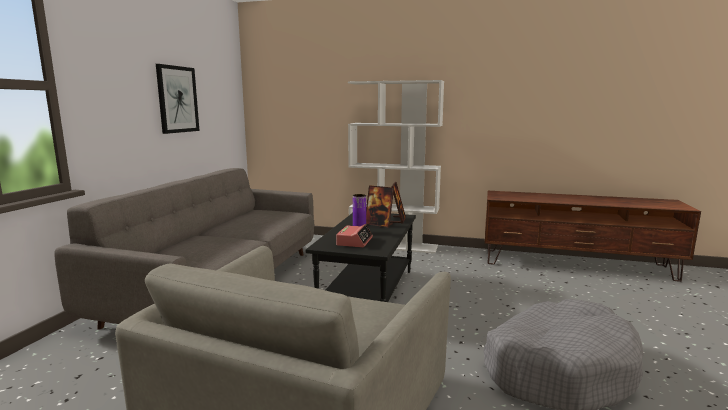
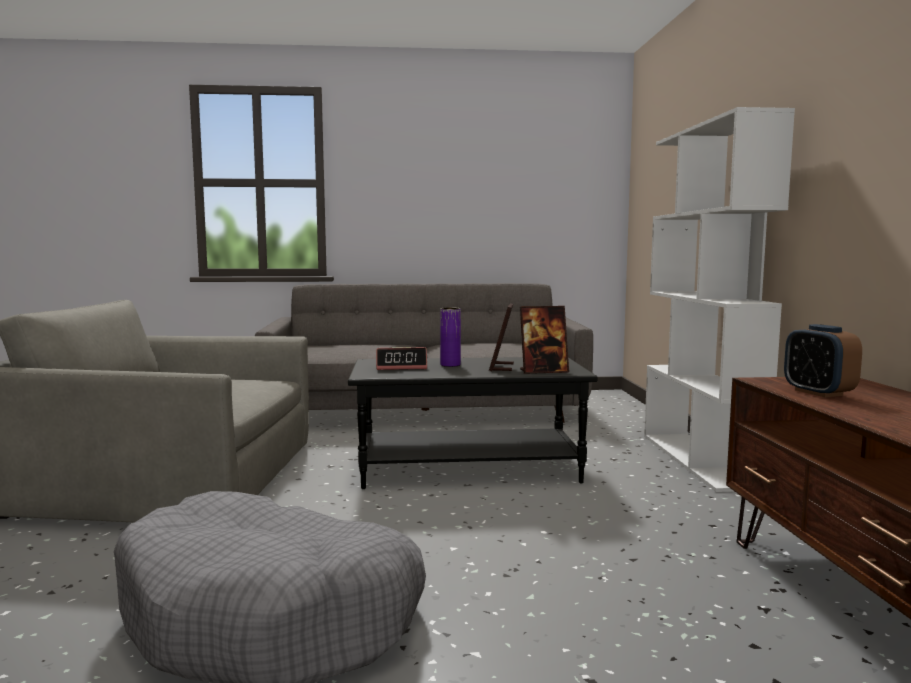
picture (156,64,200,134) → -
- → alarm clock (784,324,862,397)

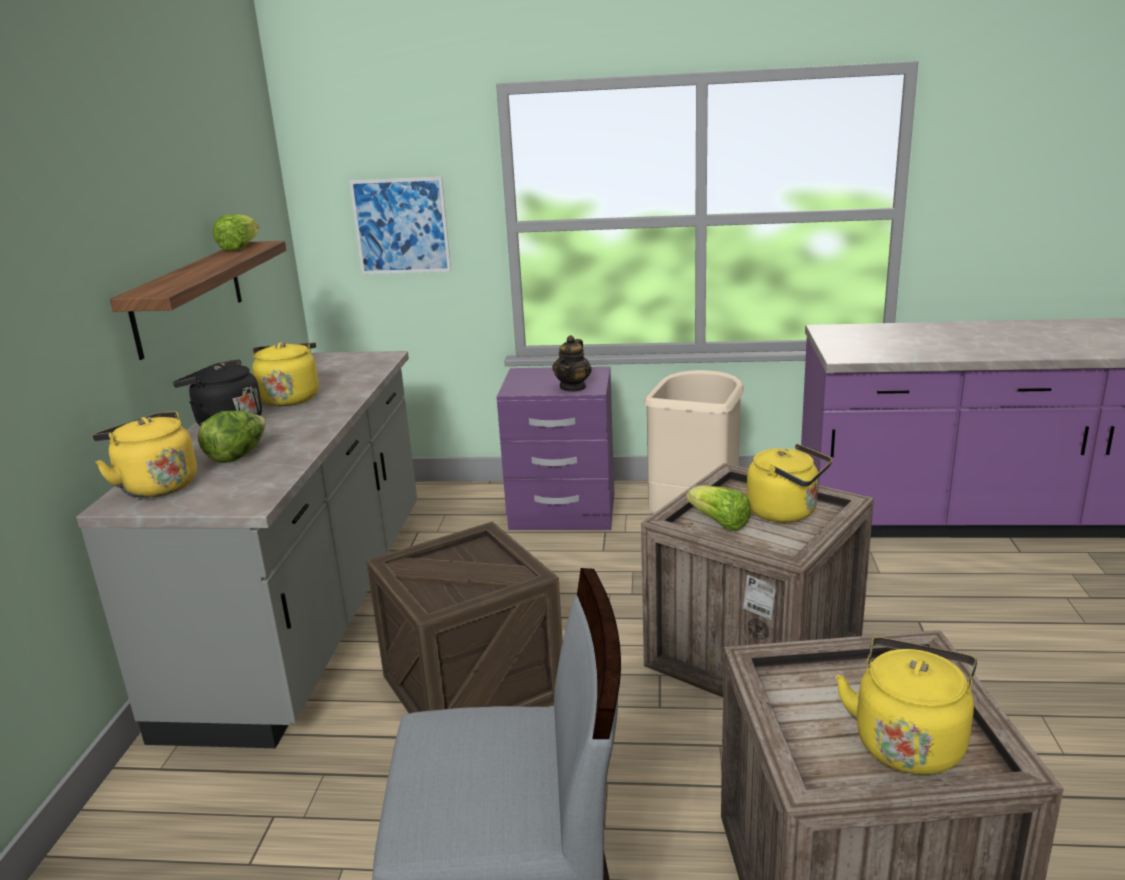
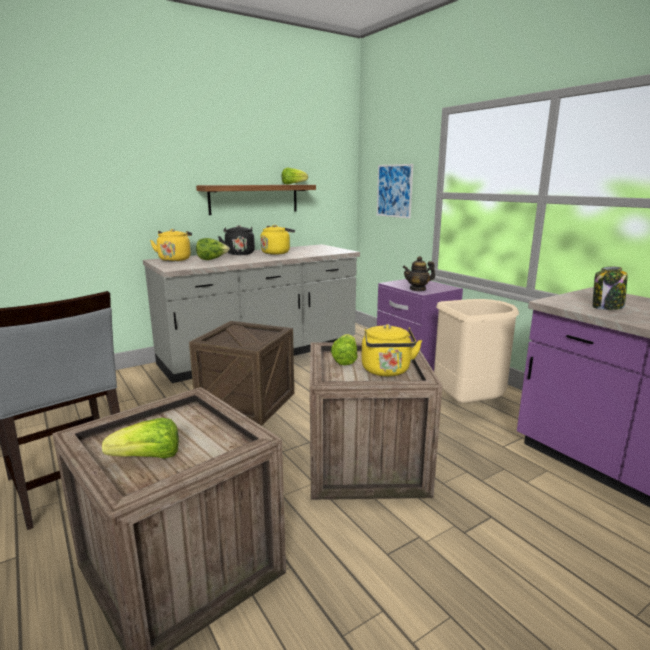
- → jar (592,267,627,310)
kettle/yellow (836,637,977,775) → lettuce (102,418,179,458)

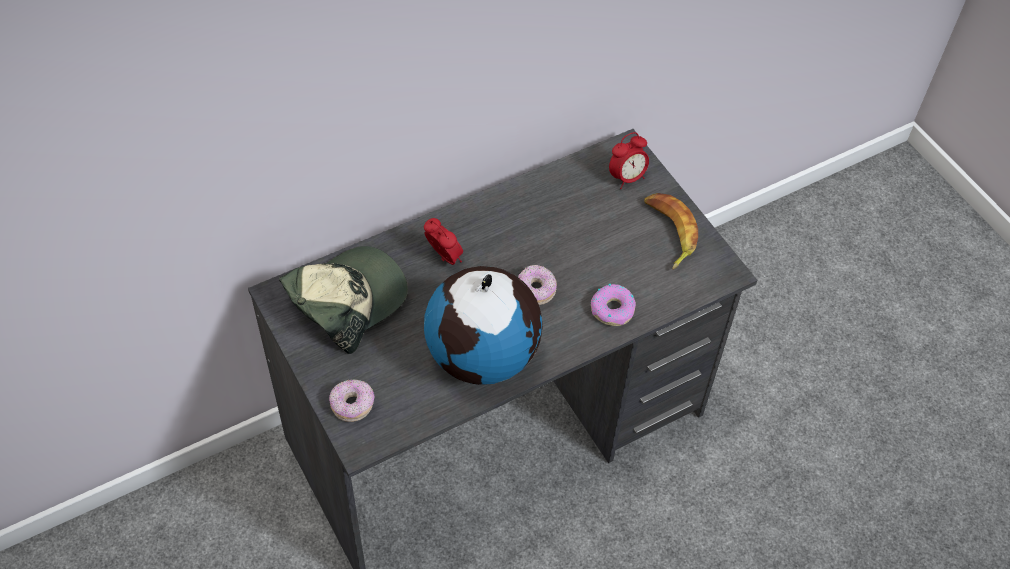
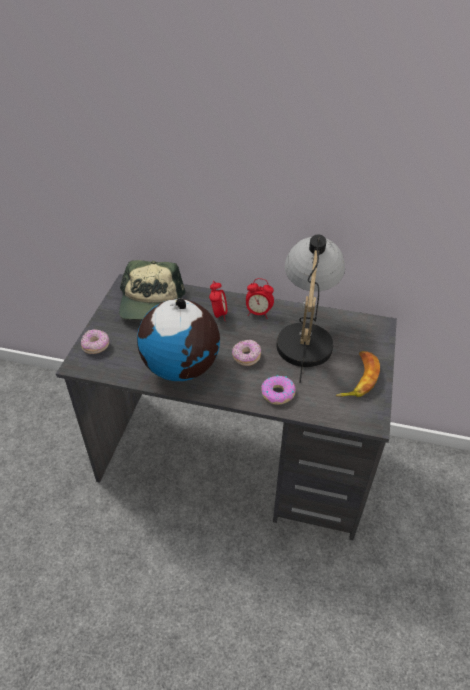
- → table lamp (276,234,345,383)
alarm clock (609,132,649,189) → alarm clock (246,278,274,319), relocated
cap (279,246,408,354) → cap (119,260,186,320), 90 degrees clockwise

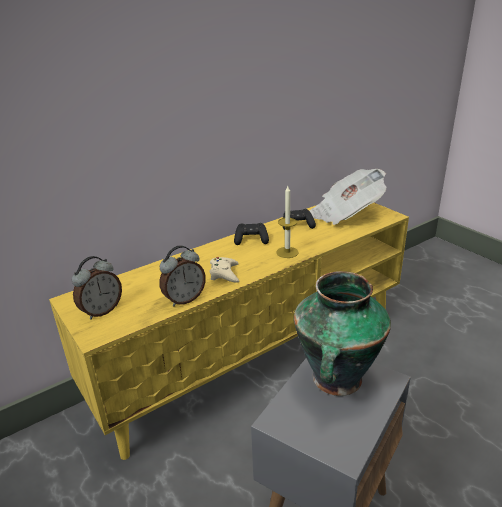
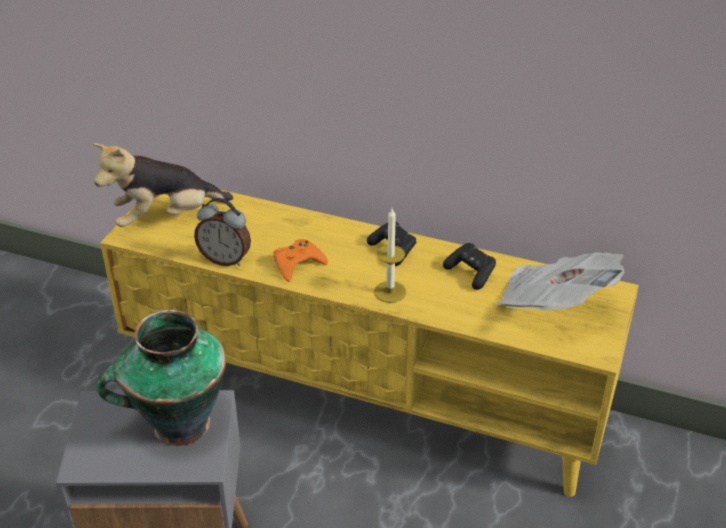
alarm clock (72,256,122,320) → plush toy (93,143,233,227)
game controller/beige (210,257,239,283) → game controller/orange (273,239,328,282)

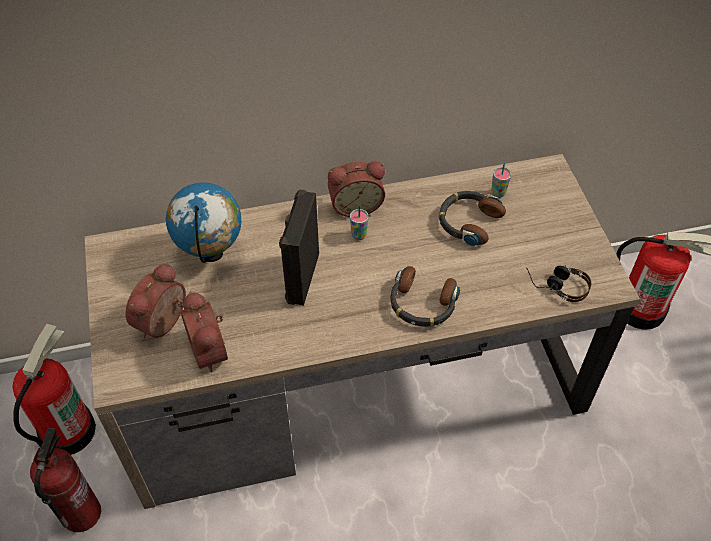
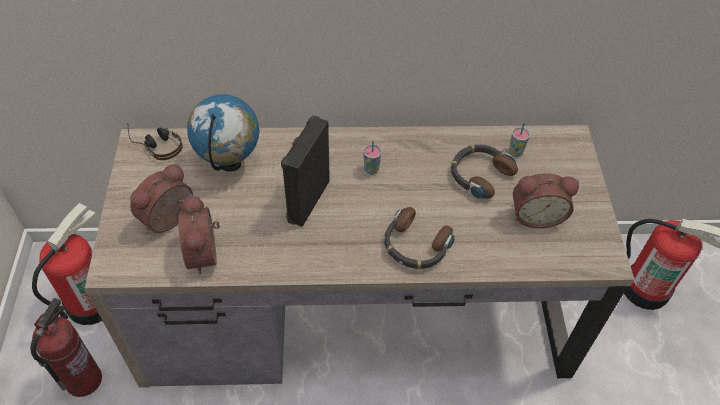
alarm clock (328,161,385,217) → alarm clock (513,173,579,228), relocated
headphones (526,266,591,302) → headphones (128,127,183,160), relocated

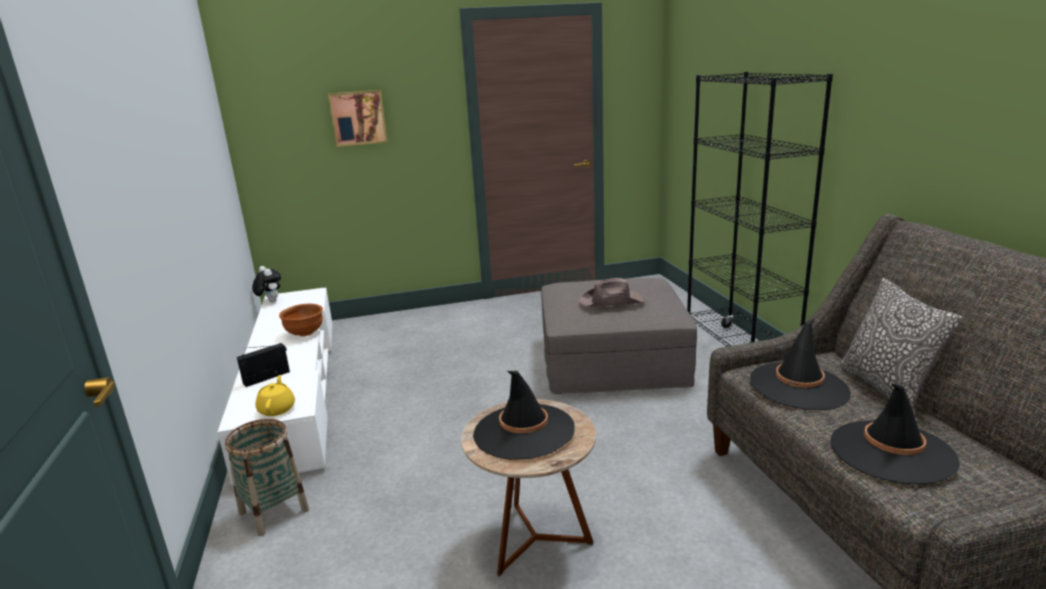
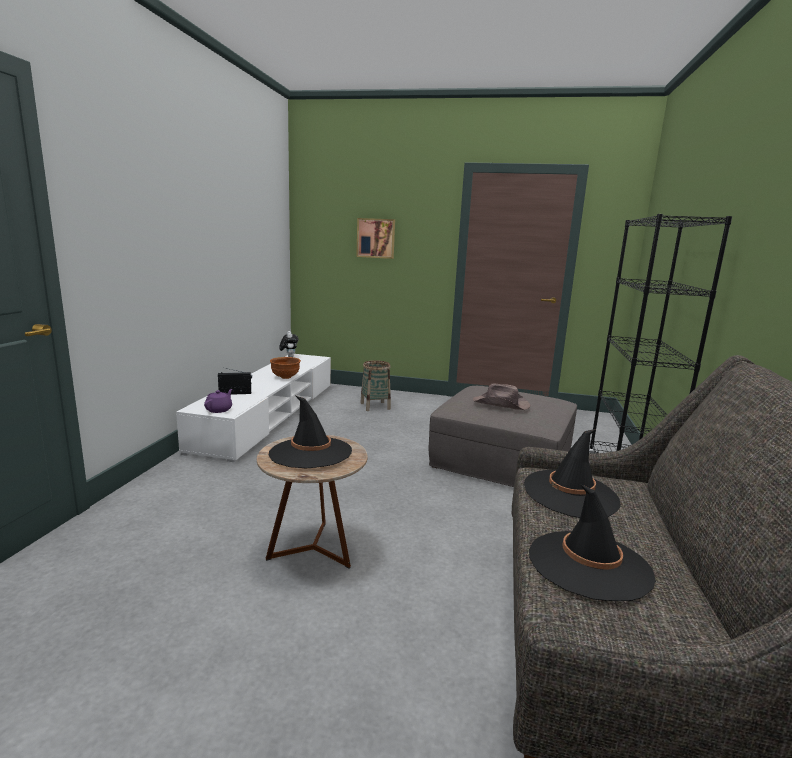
pillow (840,278,962,409) → -
basket (225,419,309,536) → basket (360,360,391,411), relocated
teapot/yellow (255,375,295,416) → teapot/purple (204,389,232,413)

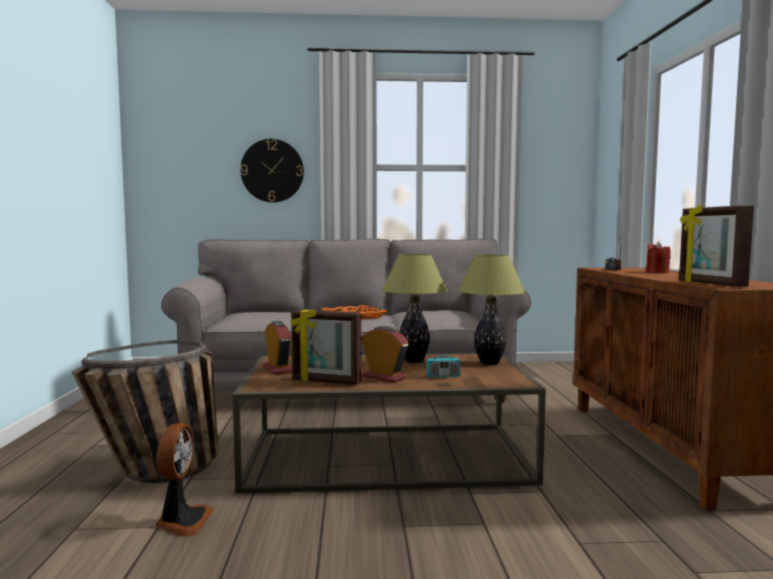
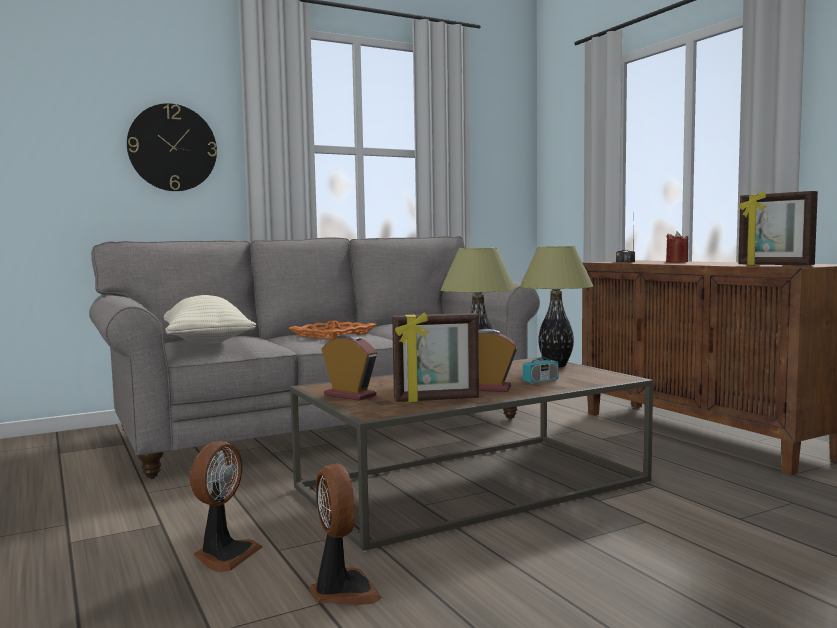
- → pillow/beige (164,295,256,344)
basket (71,340,218,483) → fan (190,441,263,572)

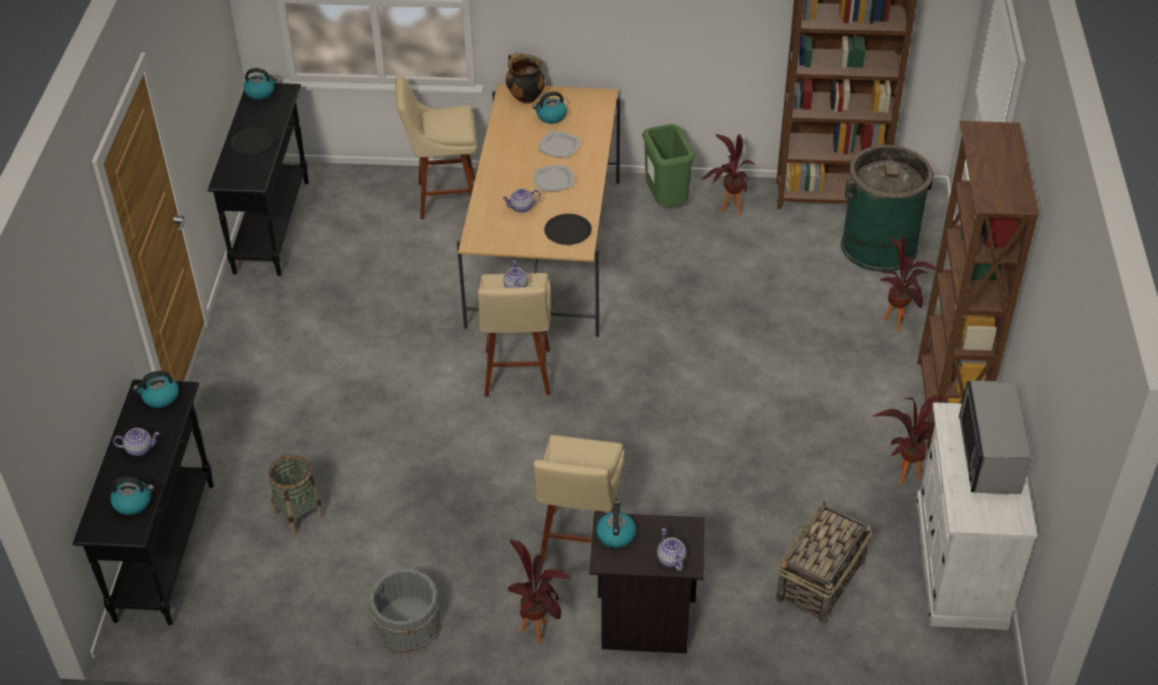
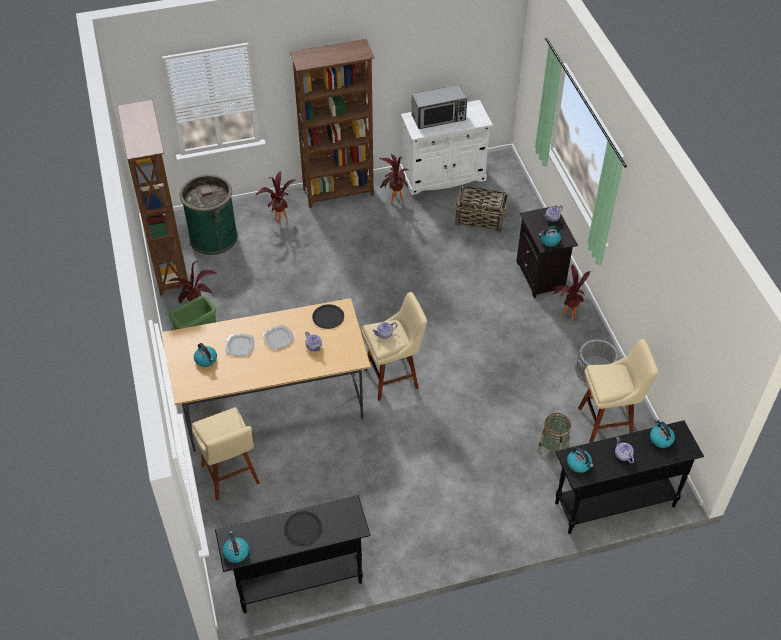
cooking pot (506,53,545,104) → -
stool/beige (534,435,625,564) → stool/beige (578,339,658,443), relocated

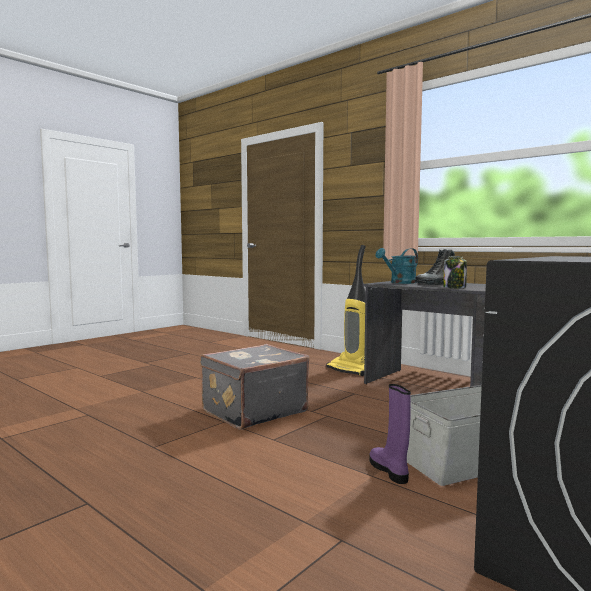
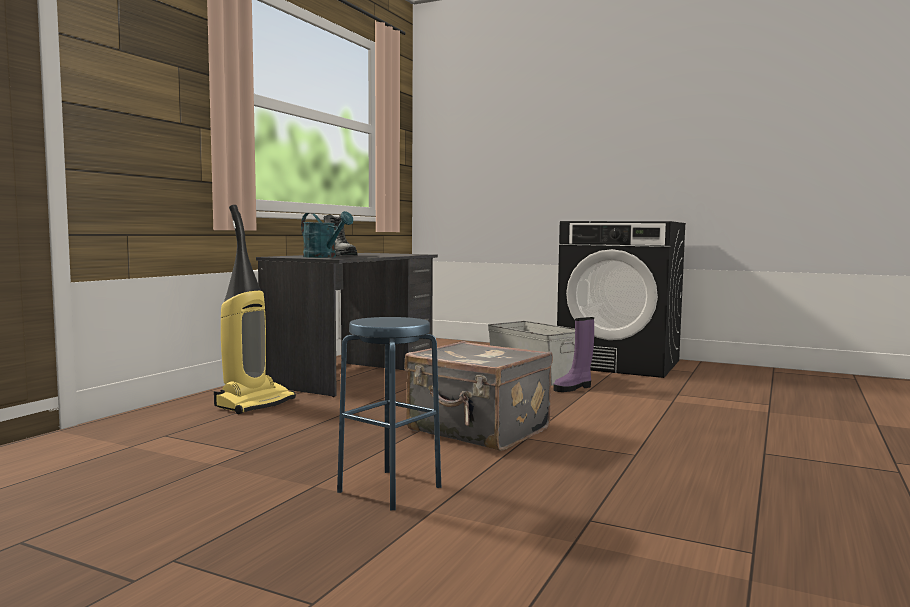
jar (443,256,467,289) → -
- → stool/blue (337,317,441,510)

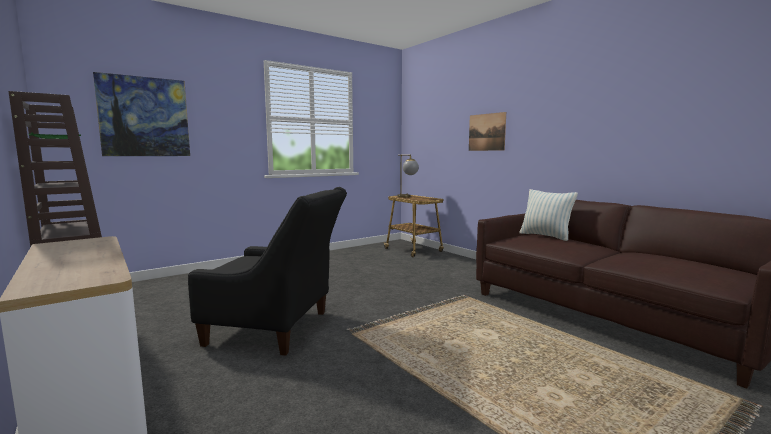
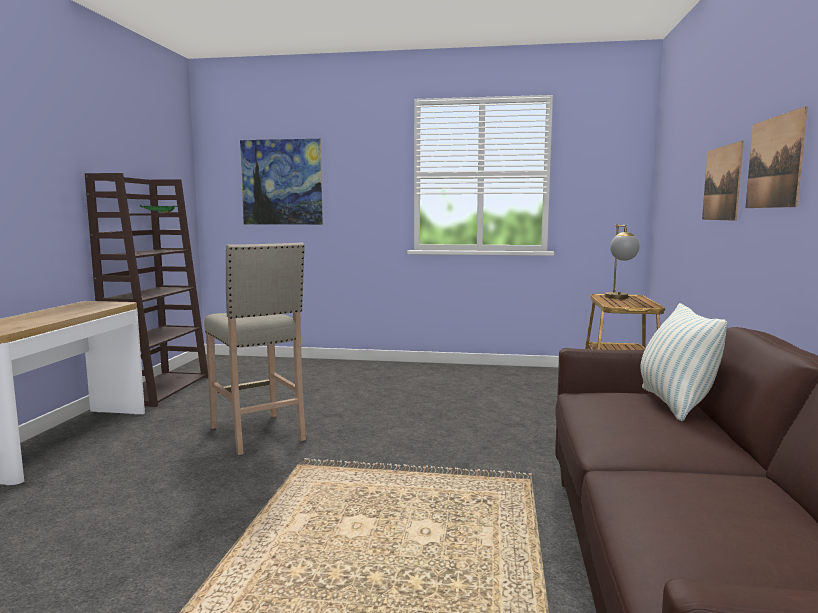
- → picture (745,106,808,208)
armchair/black (188,187,347,356) → stool/beige (204,242,306,455)

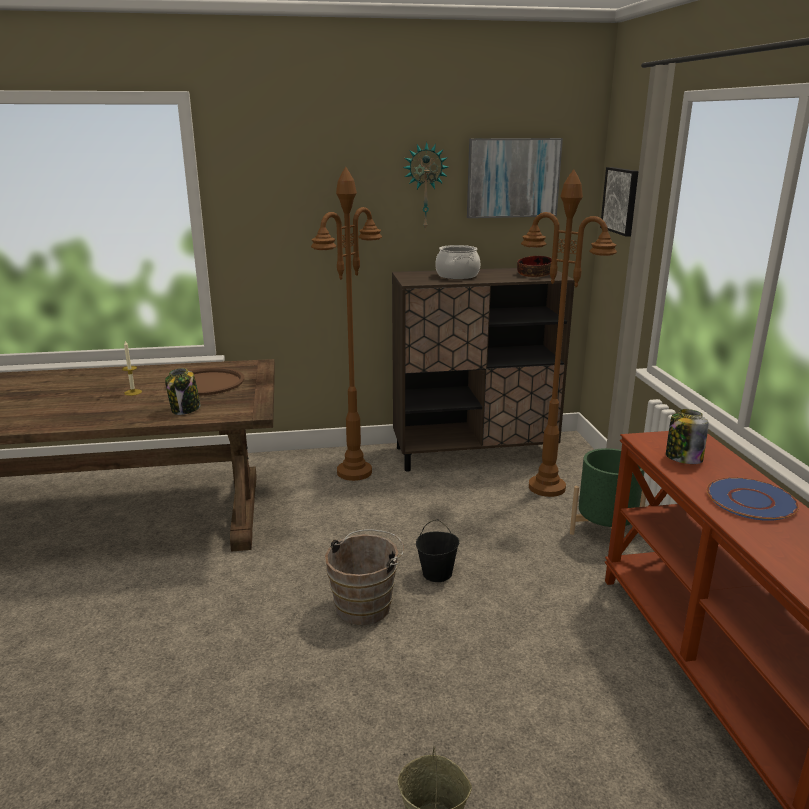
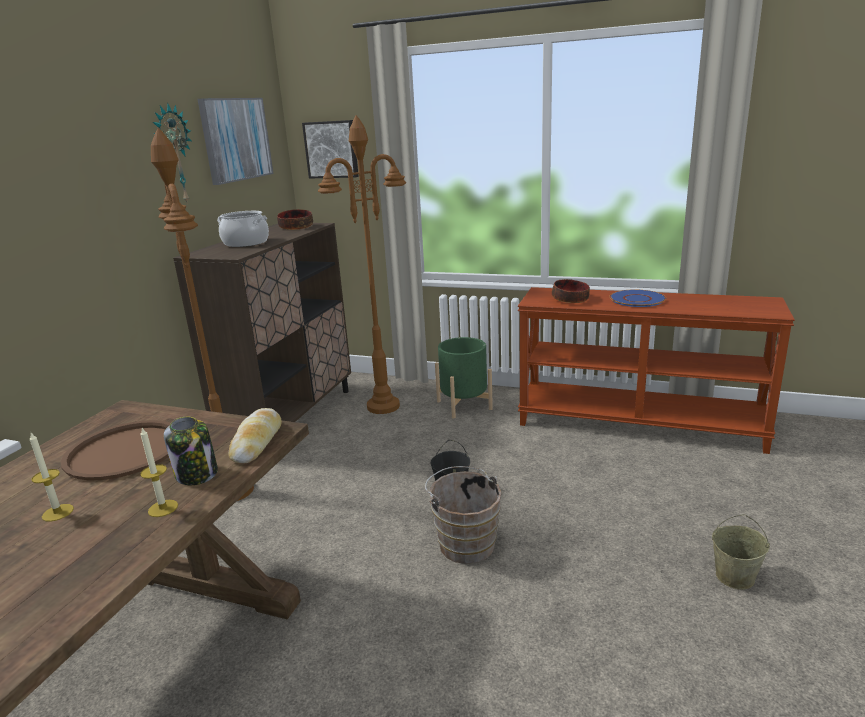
- → candle (140,427,178,517)
- → bread (229,408,282,464)
jar (666,409,708,464) → bowl (552,279,590,303)

